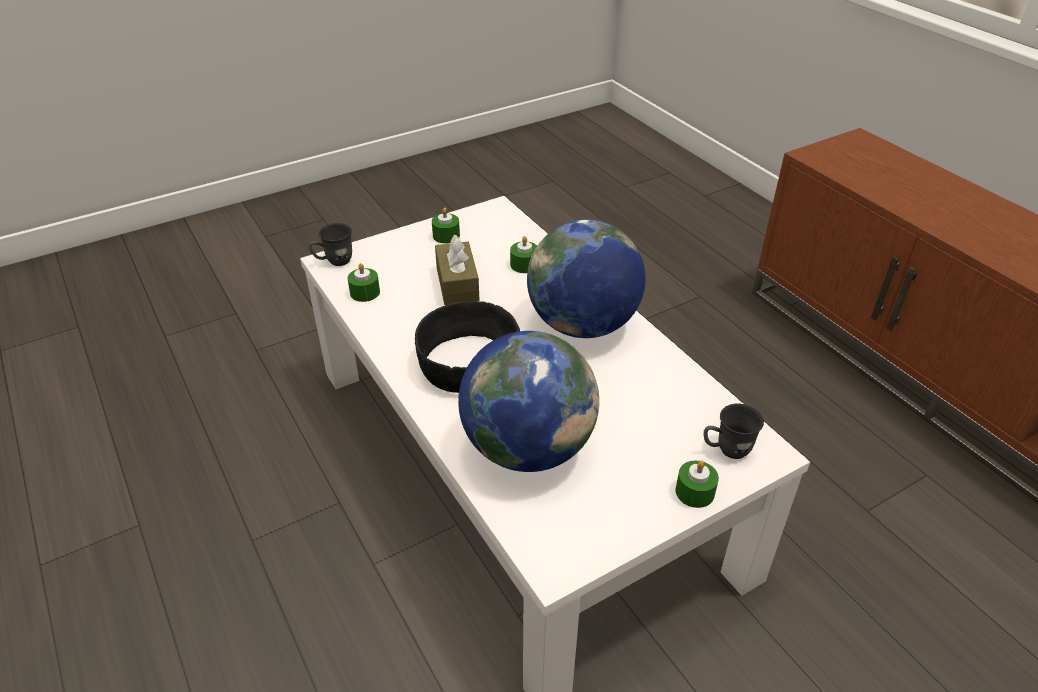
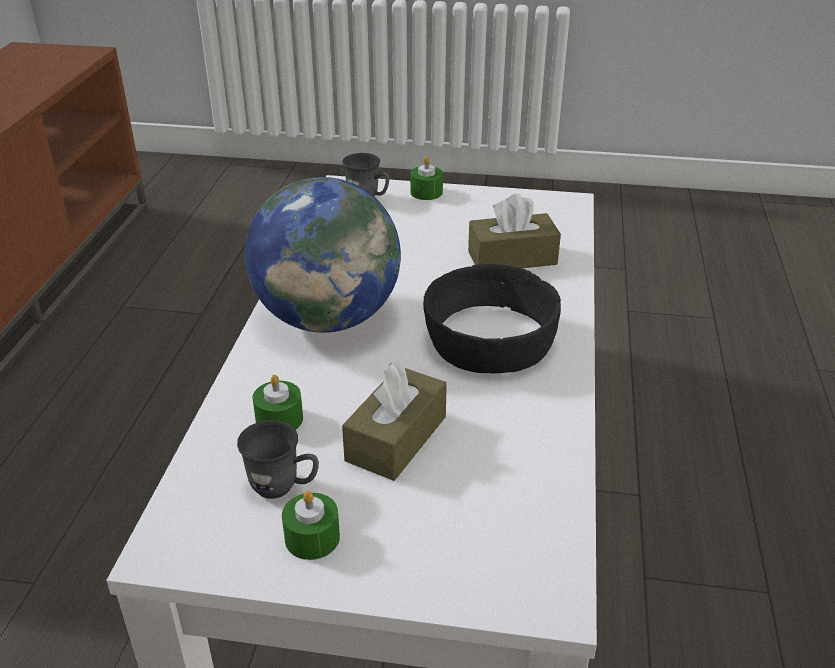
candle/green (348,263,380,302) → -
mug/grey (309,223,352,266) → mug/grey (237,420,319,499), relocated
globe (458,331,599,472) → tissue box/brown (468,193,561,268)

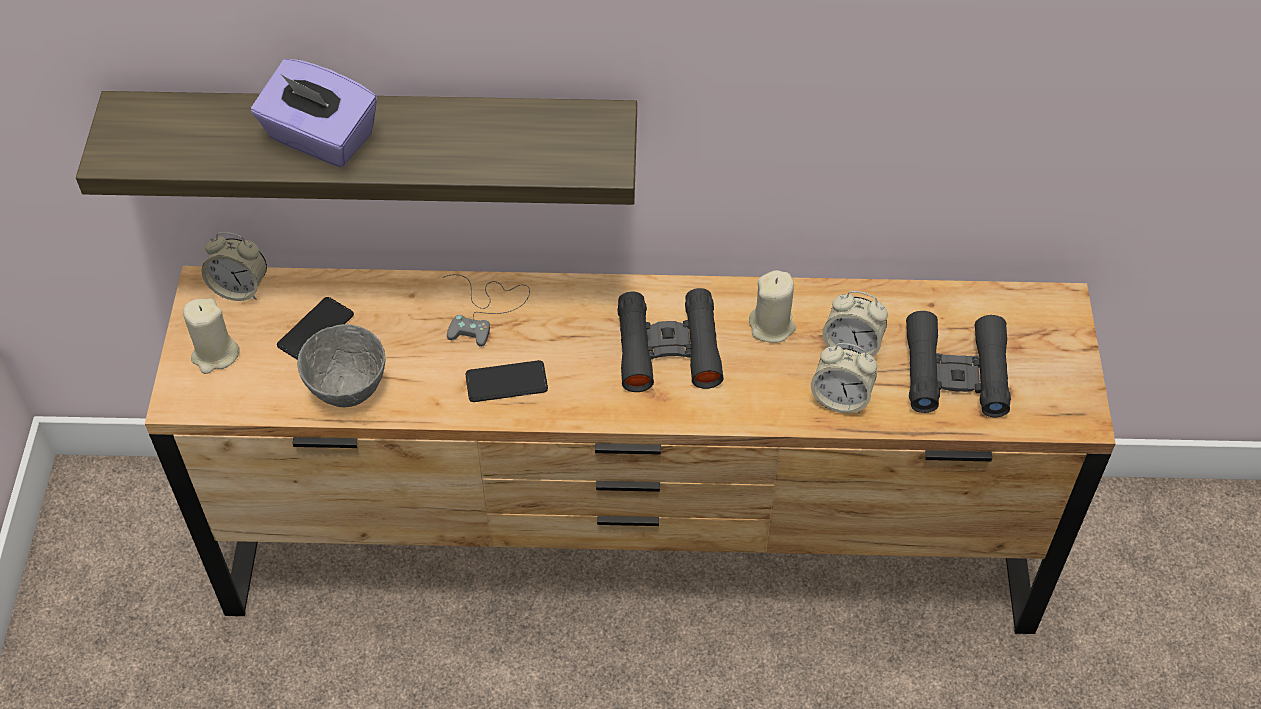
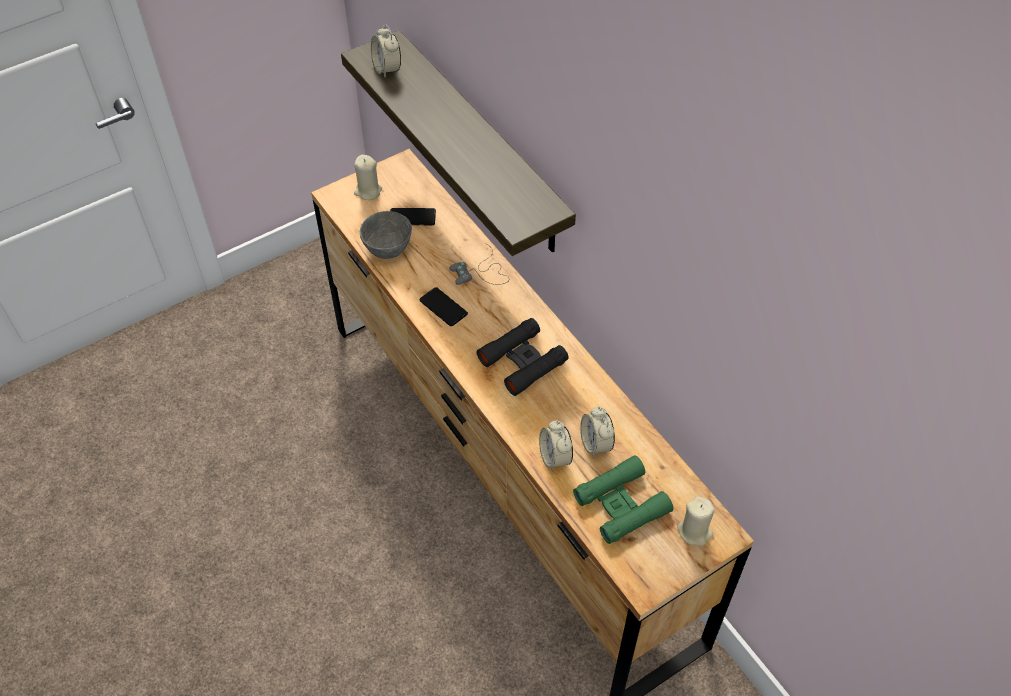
tissue box/purple (251,59,377,167) → -
alarm clock (201,232,267,301) → alarm clock (371,25,401,79), relocated
candle/beige (749,270,796,343) → candle/beige (677,496,715,546), relocated
binoculars/black (906,311,1011,417) → binoculars/green (573,455,673,544)

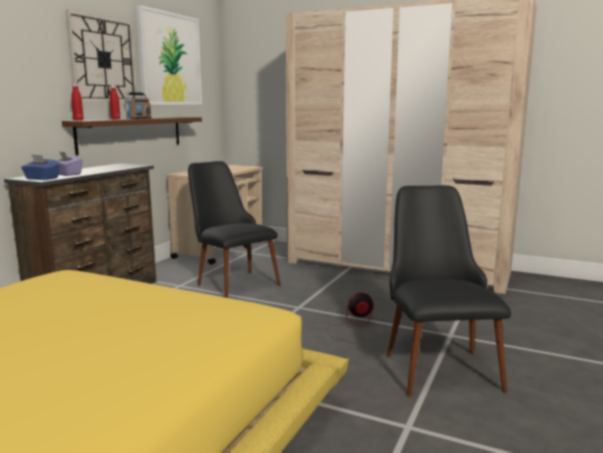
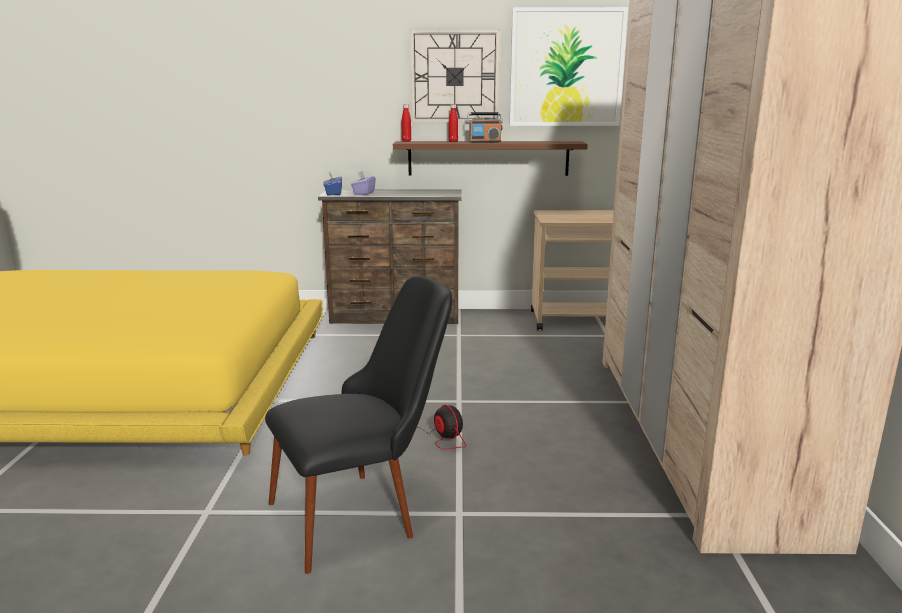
chair/black (188,161,281,298) → -

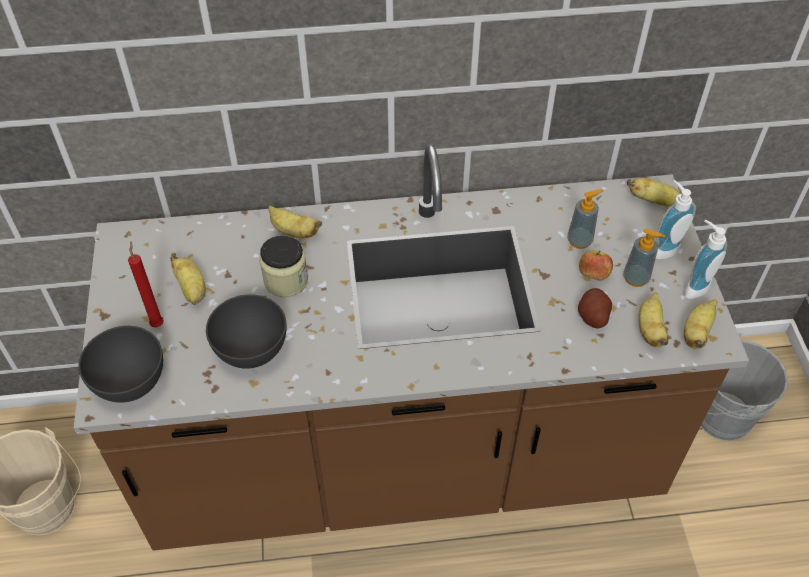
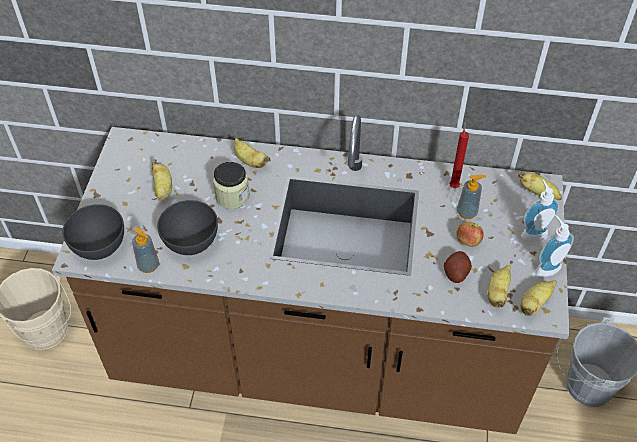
candle/red (128,241,164,327) → candle/red (449,122,469,188), relocated
soap dispenser (623,228,665,287) → soap dispenser (132,227,159,273), relocated

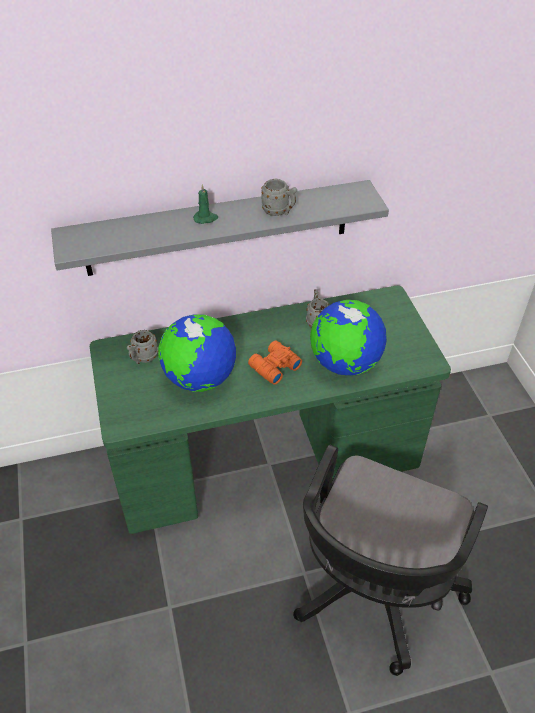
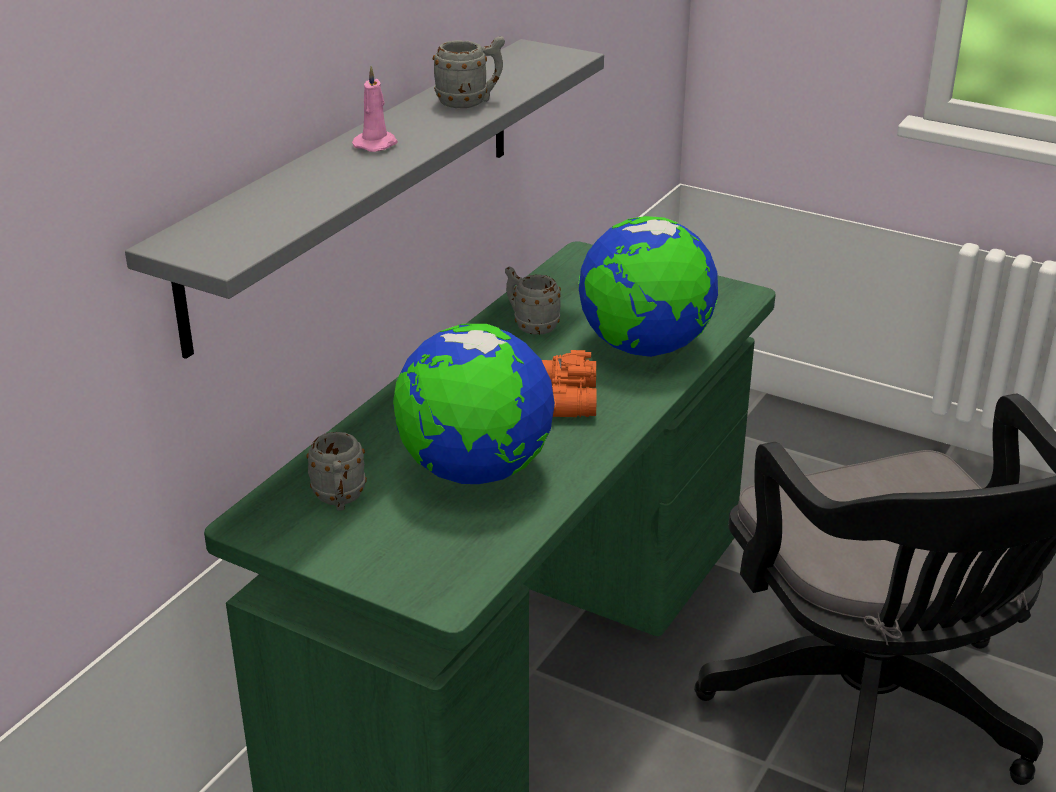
candle/green (193,184,218,224) → candle/pink (352,66,398,152)

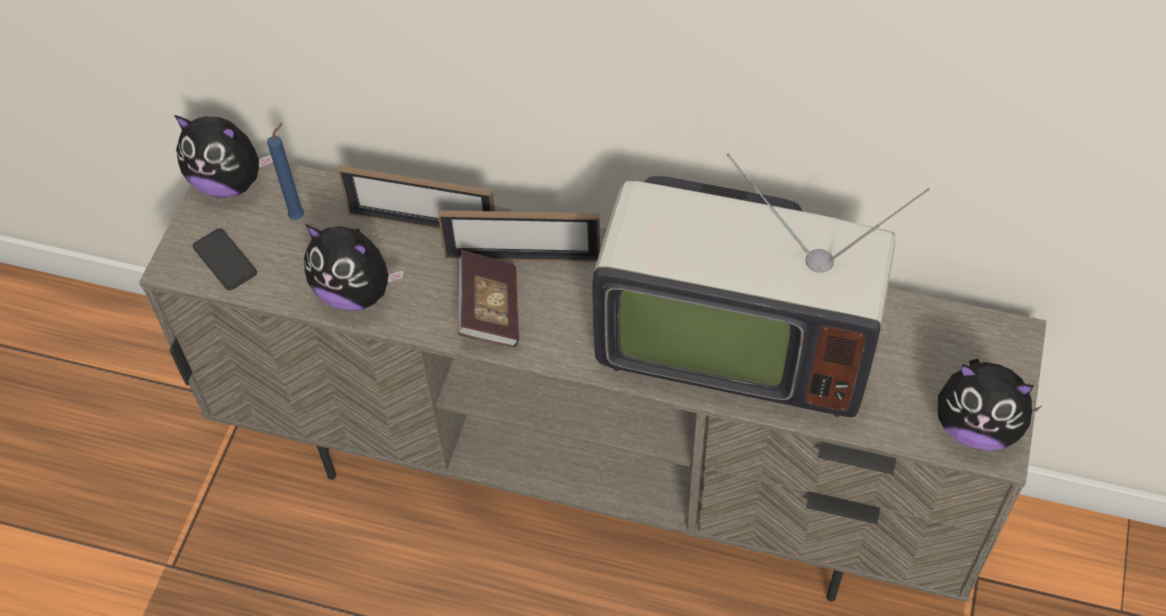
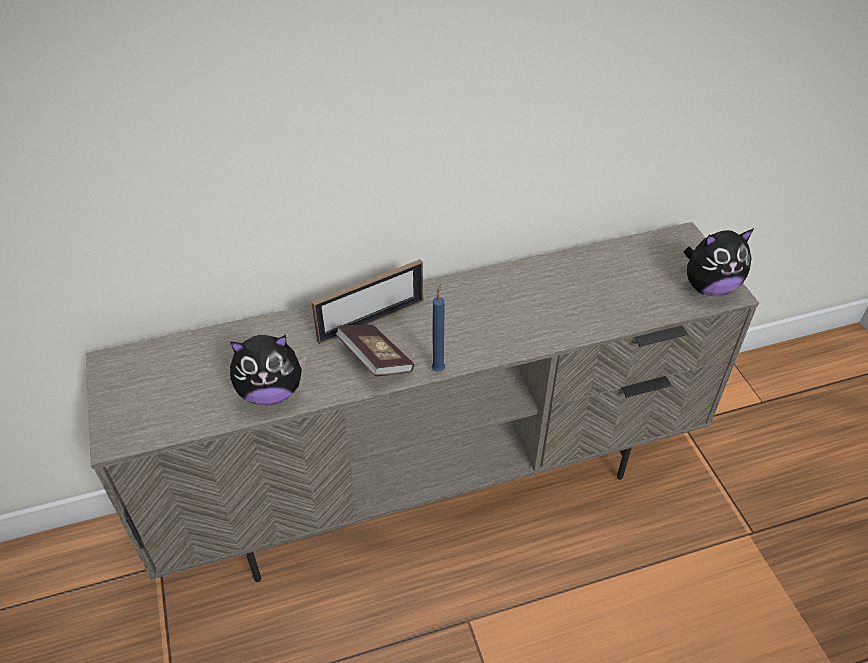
plush toy (174,115,273,198) → -
phone (193,228,257,290) → -
picture frame (338,166,495,230) → -
television (592,153,930,417) → -
candle/blue (267,123,304,220) → candle/blue (432,284,445,371), relocated

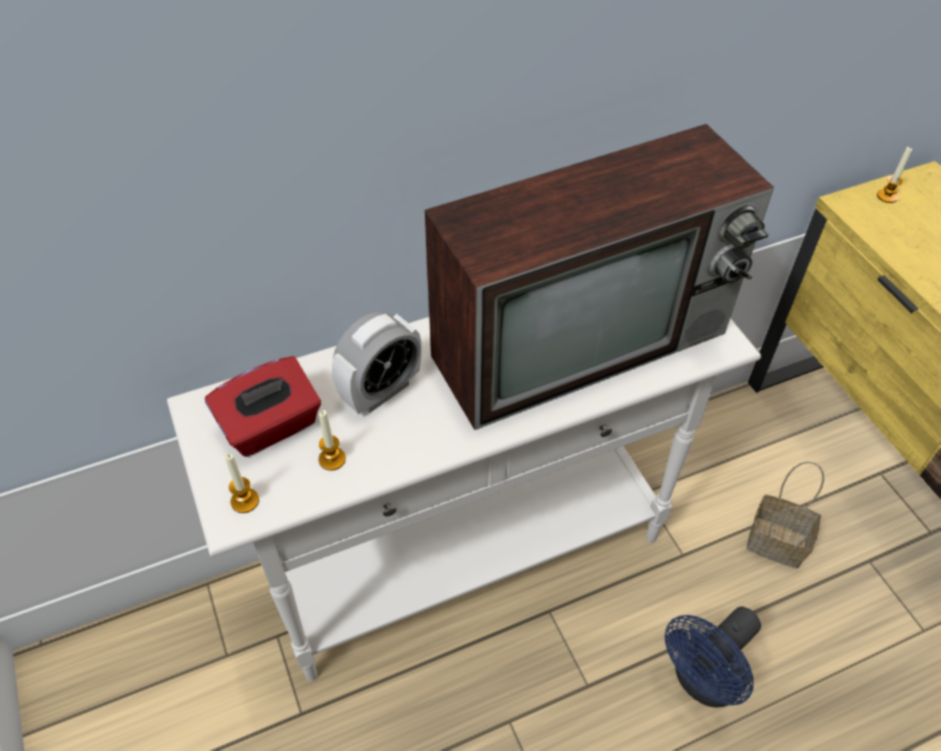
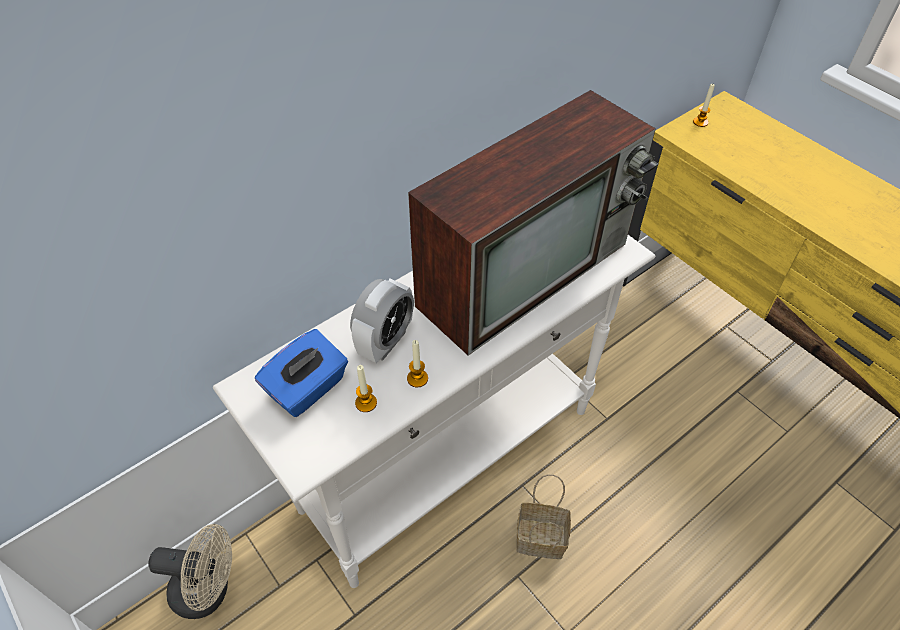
fan/blue (665,606,761,708) → -
- → fan/beige (148,524,232,619)
candle (225,453,259,513) → candle (407,340,428,388), relocated
basket (747,461,824,568) → basket (517,474,571,559), relocated
tissue box/red (205,356,321,457) → tissue box/blue (255,329,348,417)

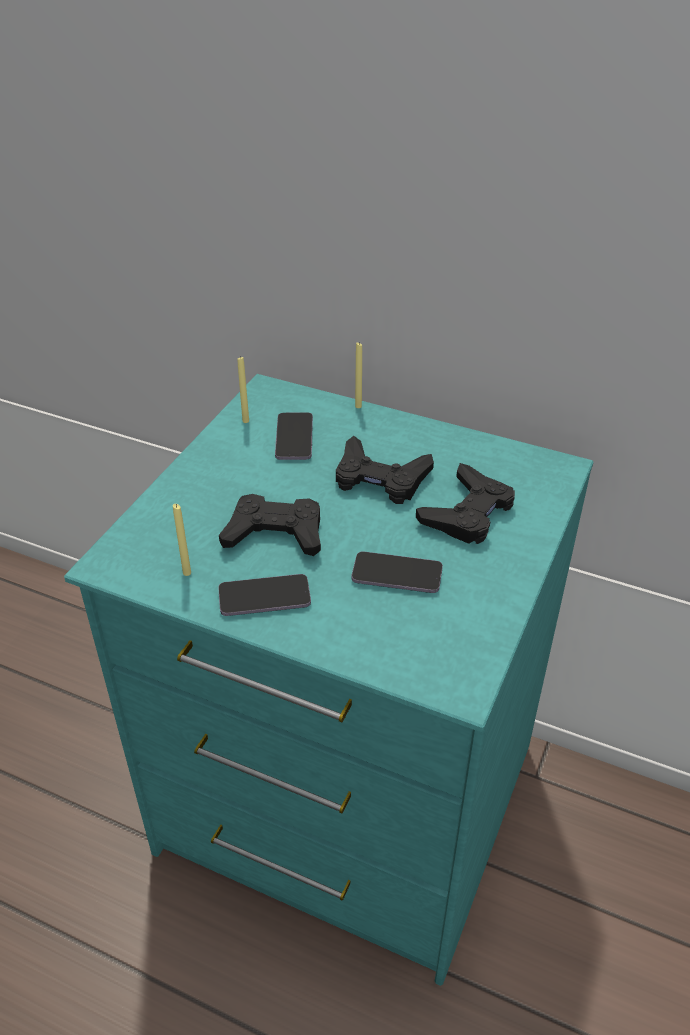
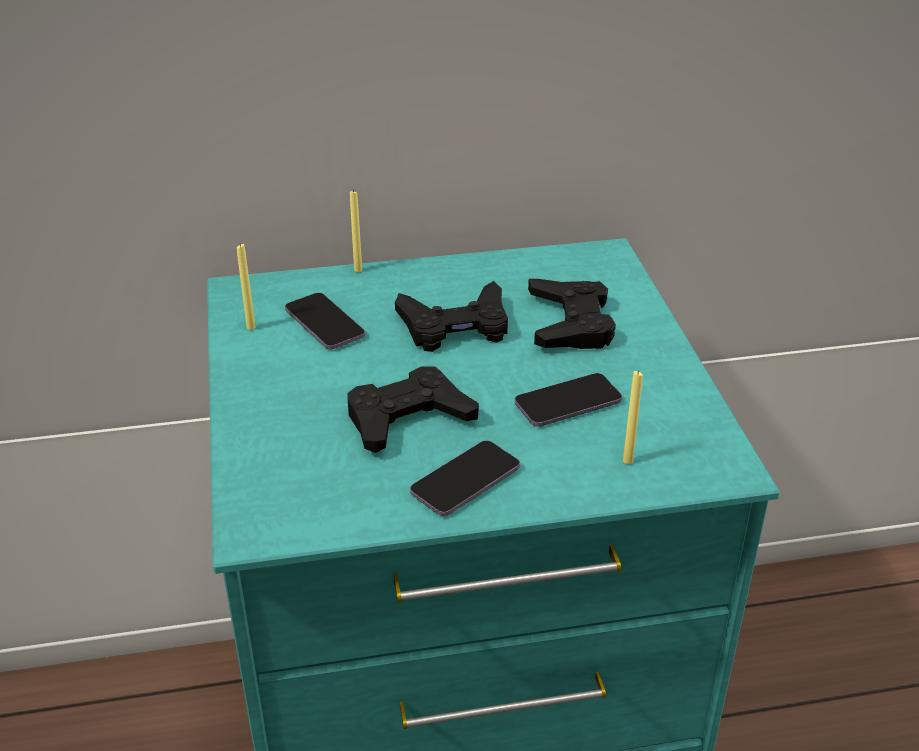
candle/yellow (173,504,191,576) → candle/yellow (623,370,643,464), relocated

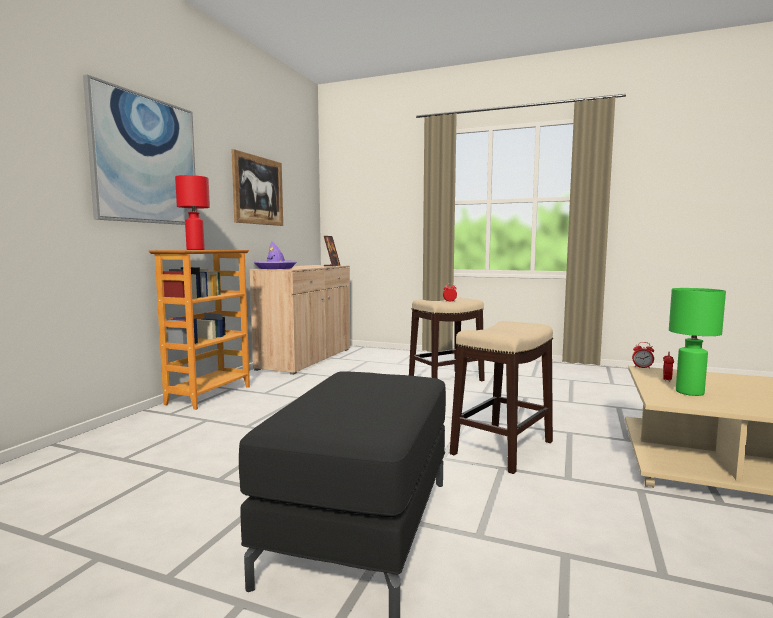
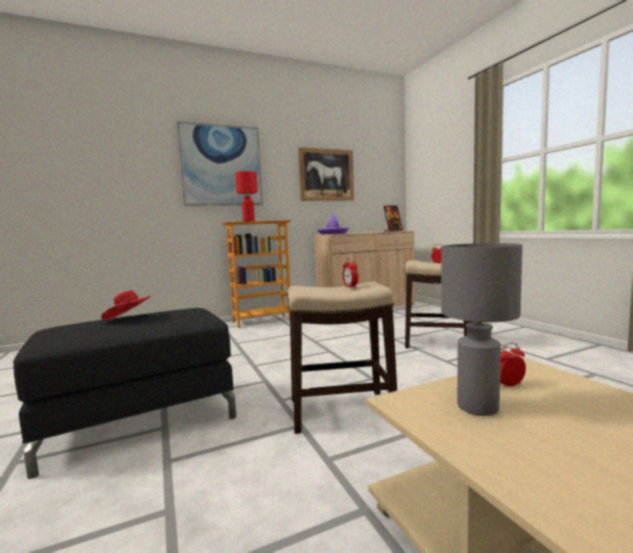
- → hat/red (101,291,151,320)
alarm clock (632,342,654,369) → alarm clock (343,258,358,288), relocated
table lamp/green (669,288,726,396) → table lamp/grey (441,243,522,416)

